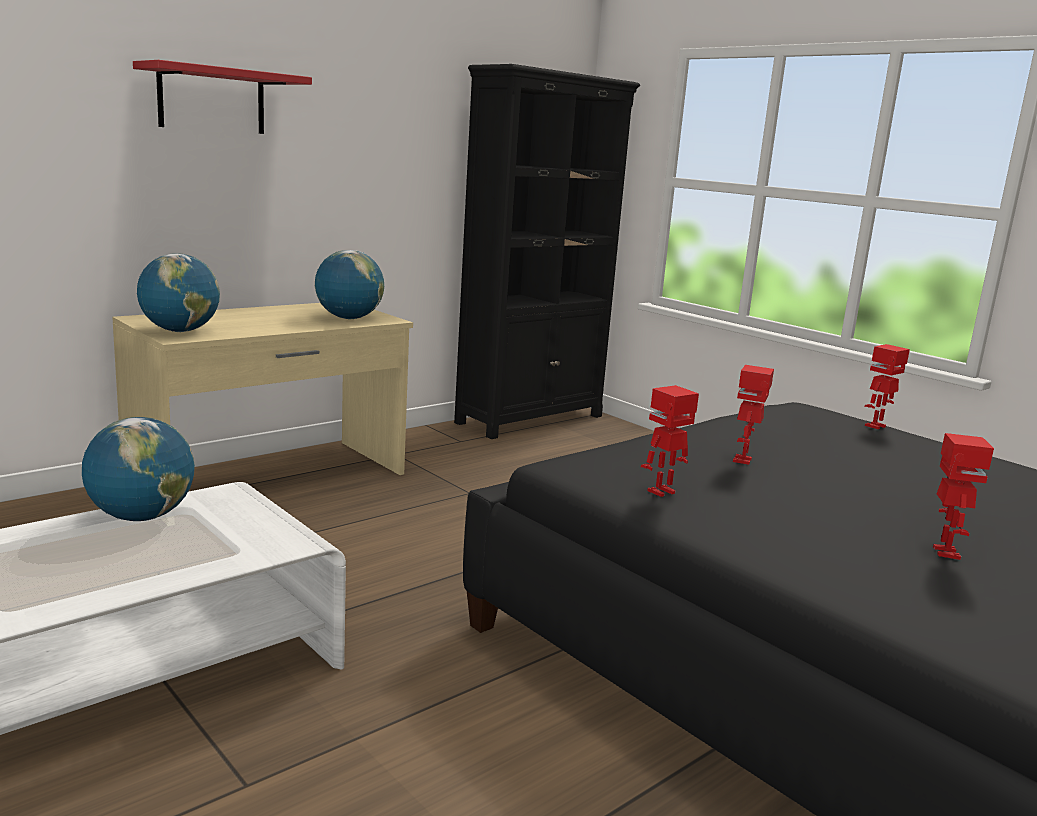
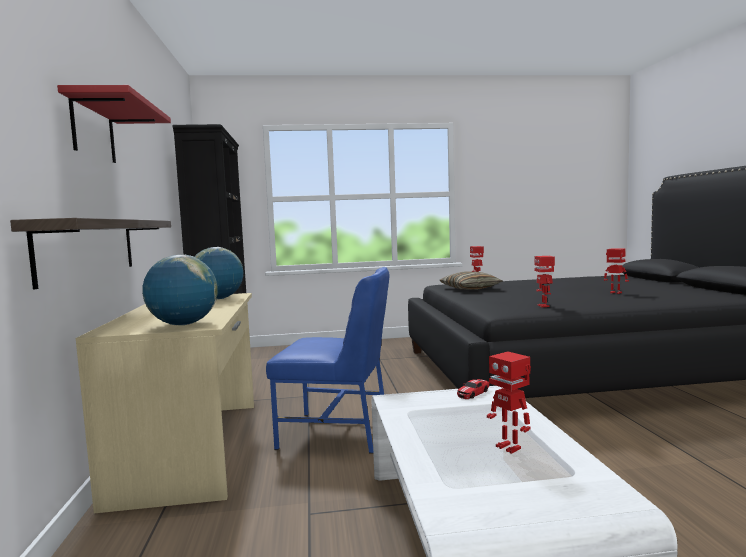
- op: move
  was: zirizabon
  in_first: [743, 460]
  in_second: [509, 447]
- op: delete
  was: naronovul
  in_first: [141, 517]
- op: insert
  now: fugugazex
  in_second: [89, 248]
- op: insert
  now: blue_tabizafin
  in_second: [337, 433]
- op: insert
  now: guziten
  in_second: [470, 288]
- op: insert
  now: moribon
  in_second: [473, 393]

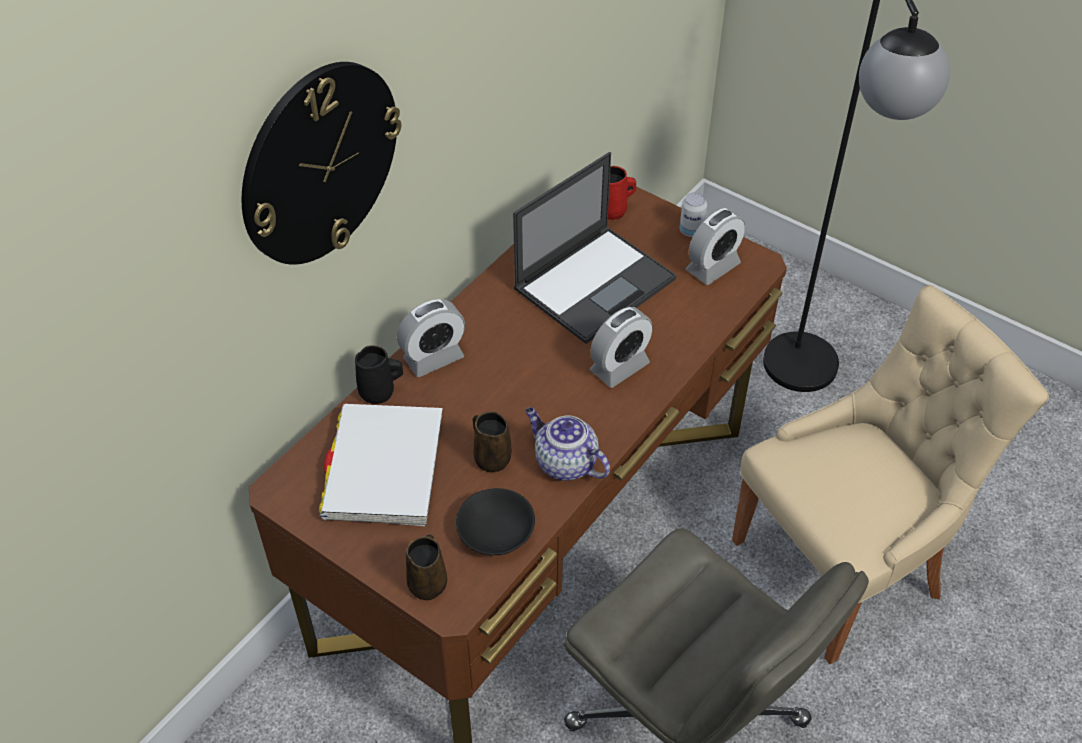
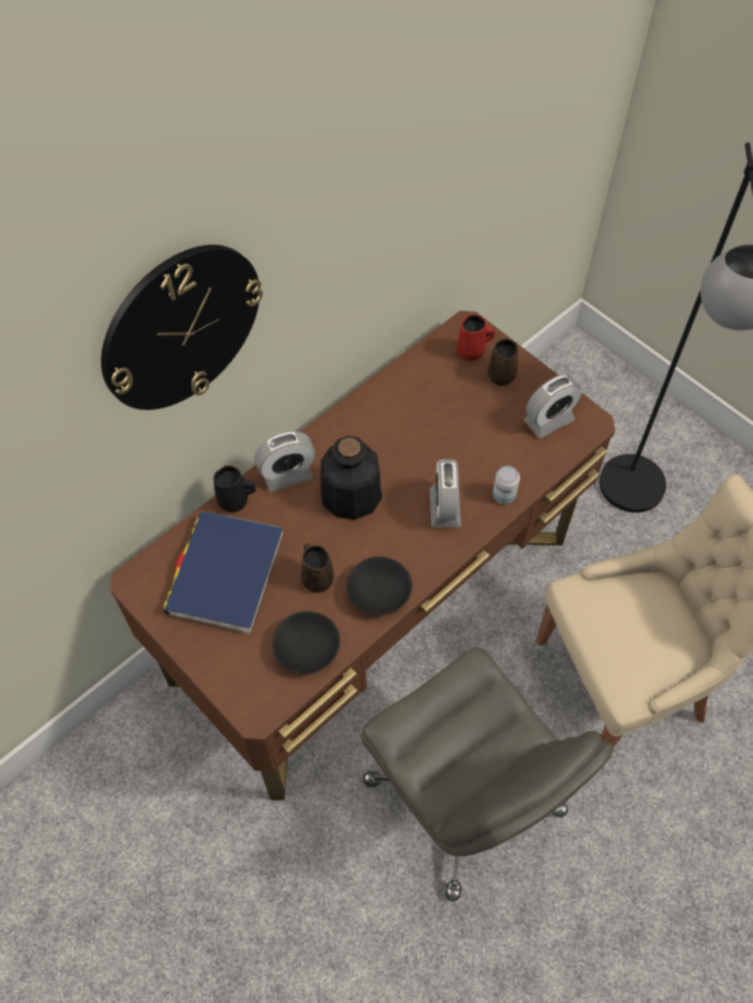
- op: delete
  was: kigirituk
  in_first: [595, 283]
- op: move
  was: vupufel
  in_first: [691, 231]
  in_second: [504, 495]
- op: rotate
  was: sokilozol
  in_first: [619, 367]
  in_second: [445, 508]
  clockwise: 120
- op: recolor
  was: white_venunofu
  now: blue_venunofu
  in_first: [384, 468]
  in_second: [225, 574]
- op: replace
  was: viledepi
  now: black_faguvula
  in_first: [564, 463]
  in_second: [378, 593]
- op: move
  was: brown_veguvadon
  in_first: [428, 583]
  in_second: [501, 374]
- op: insert
  now: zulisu
  in_second: [350, 494]

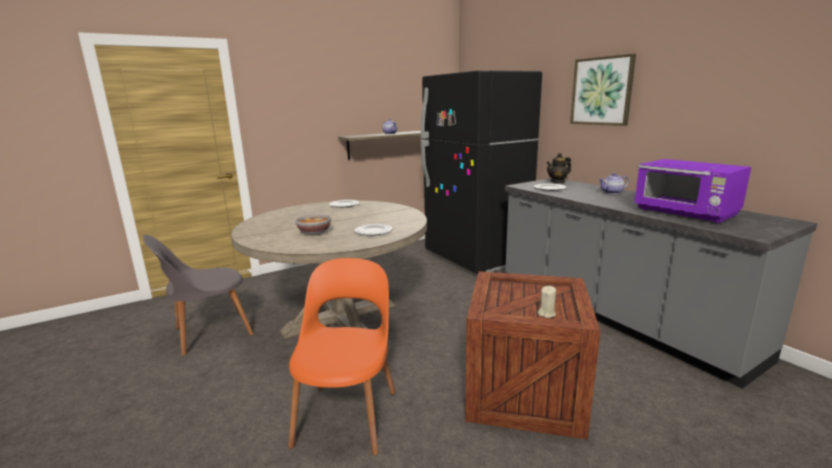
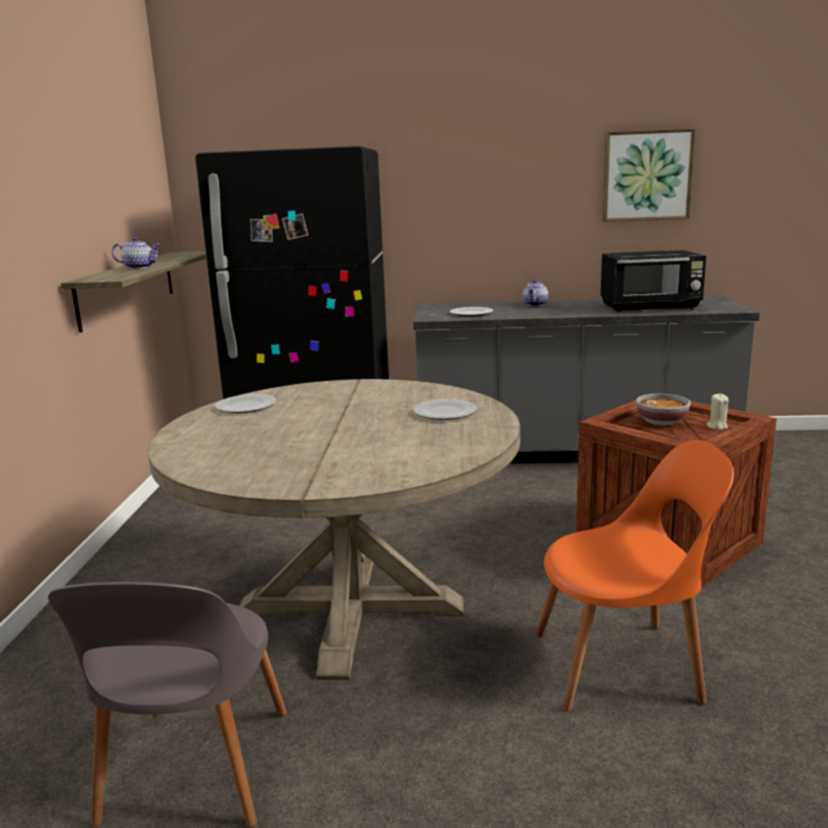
- op: move
  was: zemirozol
  in_first: [602, 91]
  in_second: [647, 176]
- op: delete
  was: viledepi
  in_first: [557, 181]
- op: recolor
  was: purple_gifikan
  now: black_gifikan
  in_first: [685, 213]
  in_second: [651, 307]
- op: move
  was: faguvula
  in_first: [314, 233]
  in_second: [662, 422]
- op: rotate
  was: orange_tabizafin
  in_first: [348, 414]
  in_second: [623, 665]
  clockwise: 135

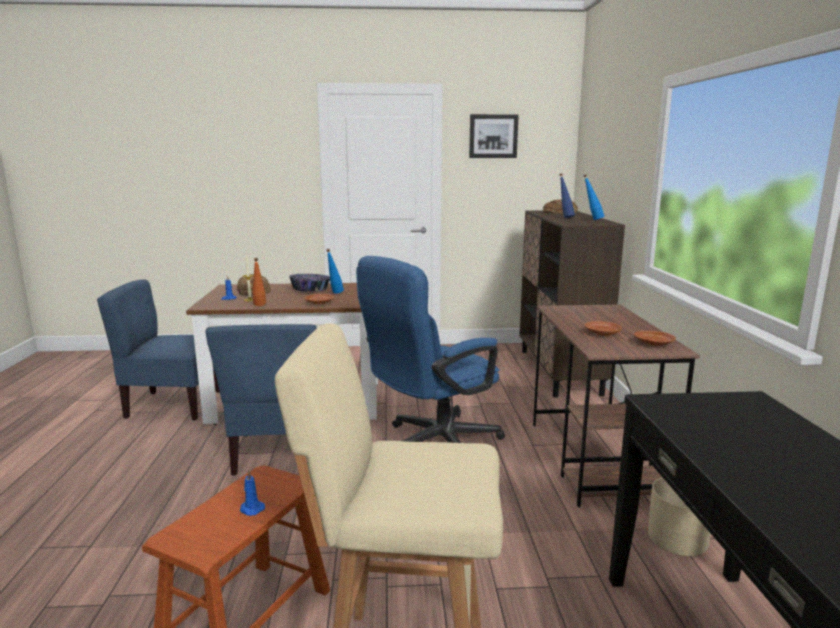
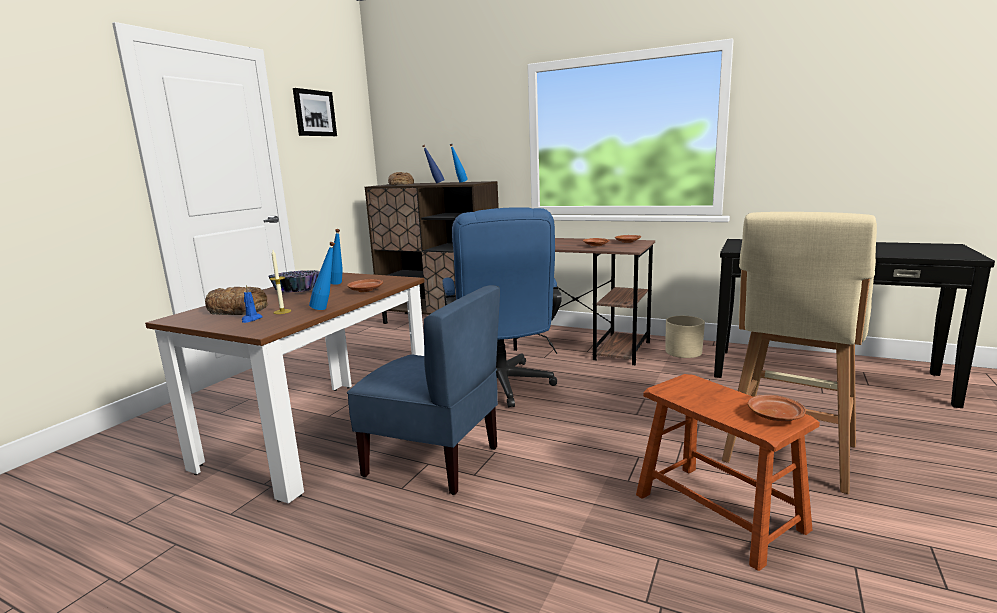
- op: recolor
  was: orange_zulisu
  now: blue_zulisu
  in_first: [259, 306]
  in_second: [327, 309]
- op: delete
  was: blue_tabizafin
  in_first: [173, 405]
- op: delete
  was: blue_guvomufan
  in_first: [251, 509]
- op: insert
  now: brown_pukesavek
  in_second: [774, 416]

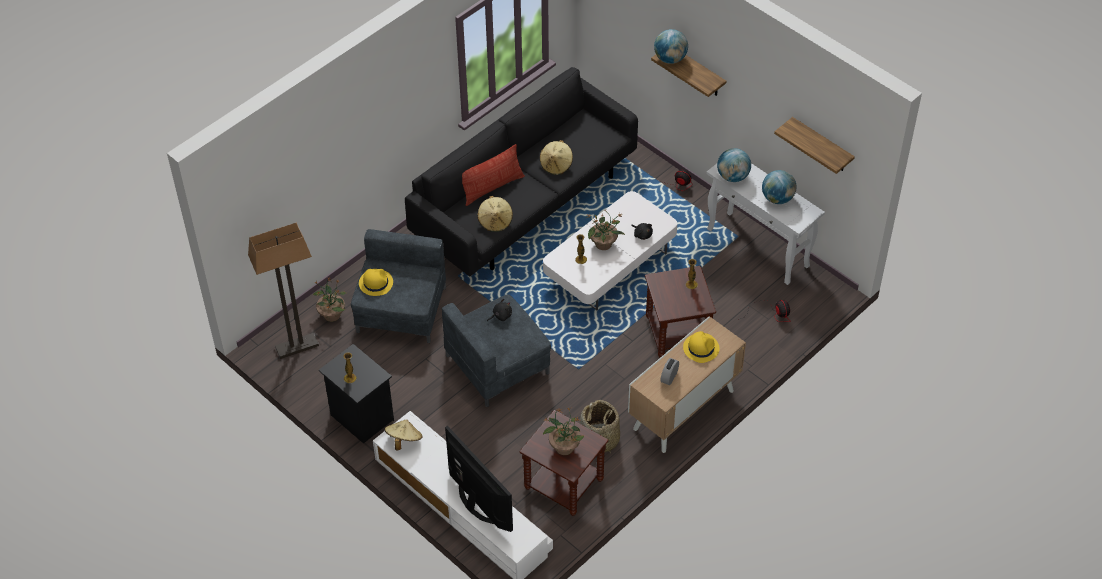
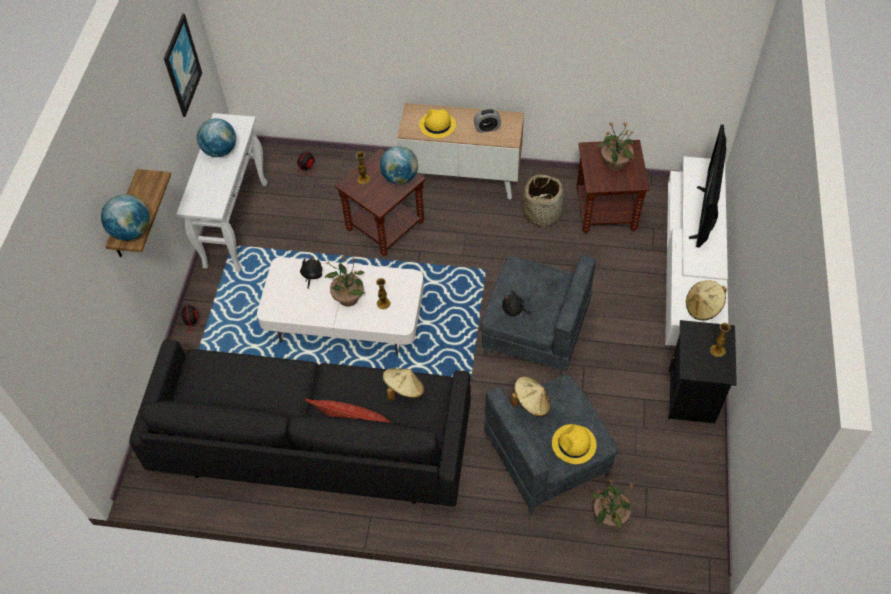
- op: replace
  was: fugugazex
  now: zemirozol
  in_first: [821, 146]
  in_second: [181, 65]
- op: move
  was: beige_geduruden
  in_first: [556, 165]
  in_second: [531, 403]
- op: move
  was: naronovul
  in_first: [732, 176]
  in_second: [400, 178]
- op: delete
  was: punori
  in_first: [297, 347]

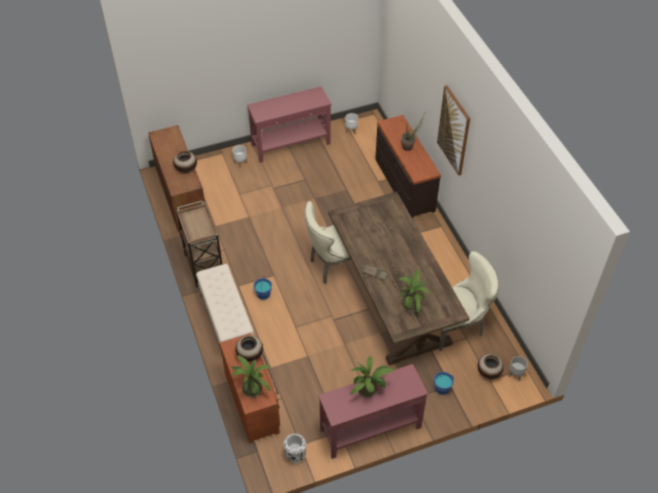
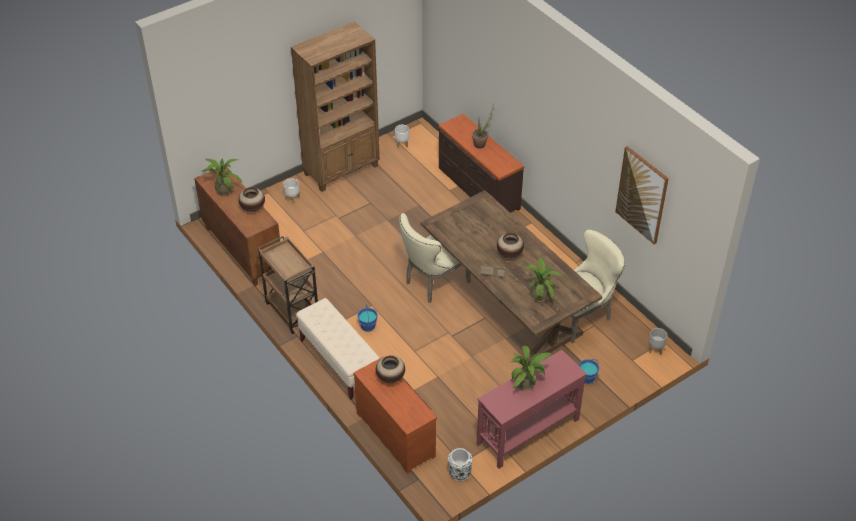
- op: move
  was: zemirozol
  in_first: [454, 130]
  in_second: [642, 195]
- op: replace
  was: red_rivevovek
  now: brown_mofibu
  in_first: [291, 144]
  in_second: [342, 170]
- op: move
  was: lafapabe
  in_first: [488, 372]
  in_second: [509, 254]
- op: move
  was: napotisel
  in_first: [252, 387]
  in_second: [223, 189]

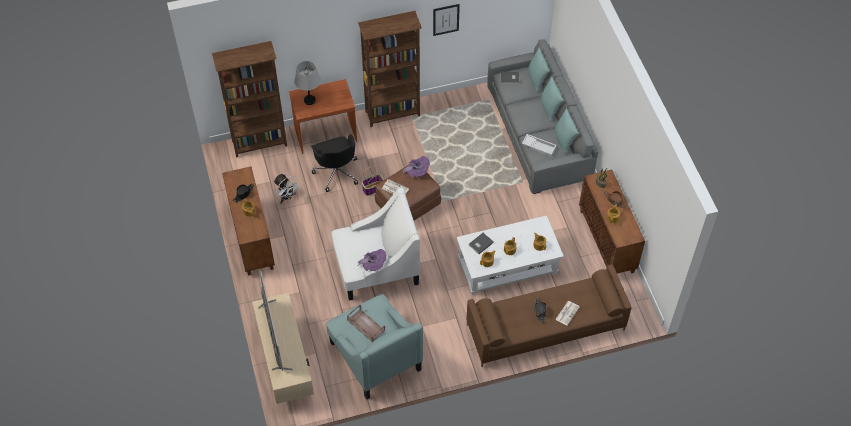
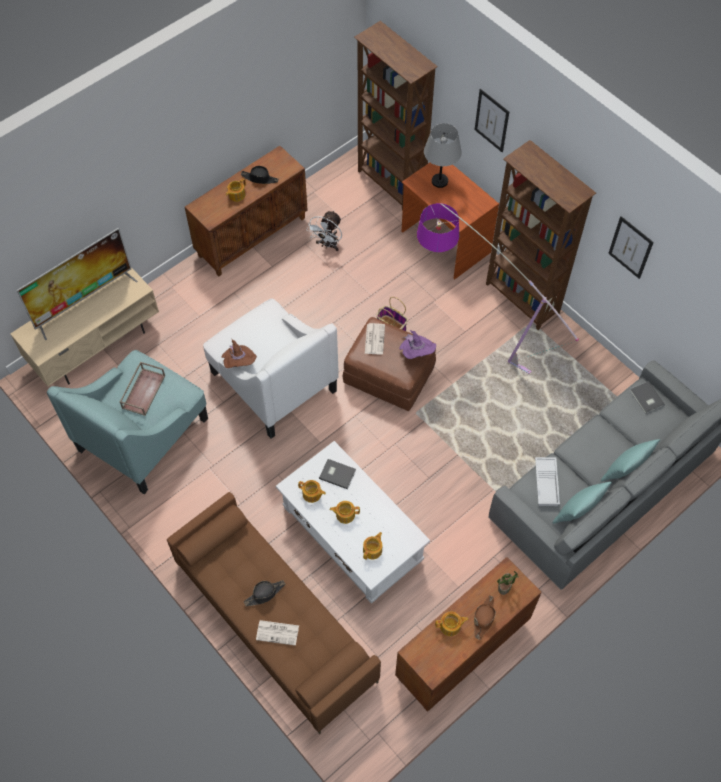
- op: delete
  was: turquoise_guziten
  in_first: [536, 79]
- op: delete
  was: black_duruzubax
  in_first: [336, 172]
- op: recolor
  was: purple_geduruden
  now: brown_geduruden
  in_first: [374, 265]
  in_second: [239, 363]
- op: insert
  now: zemirozol
  in_second: [491, 120]
- op: insert
  now: punori
  in_second: [470, 340]

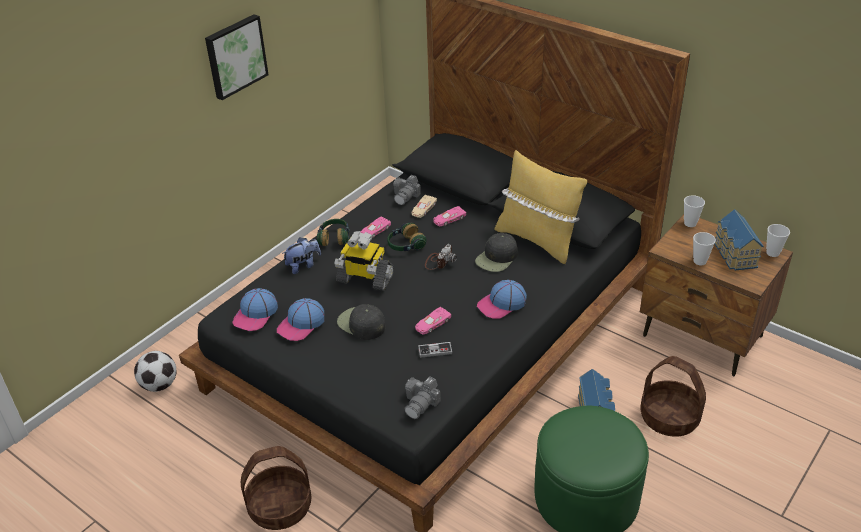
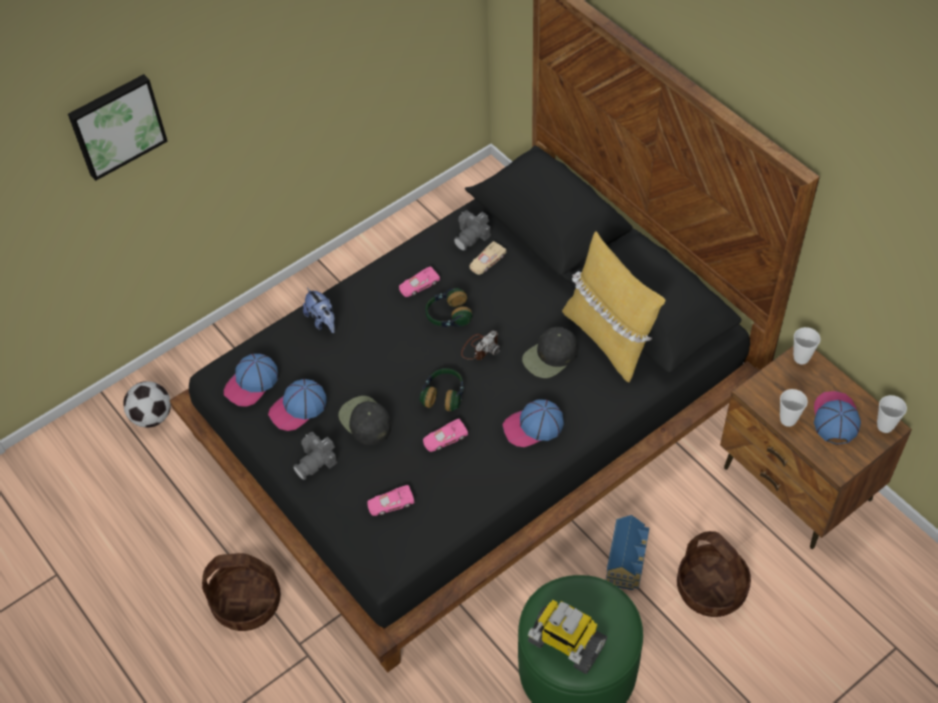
- op: move
  was: zemirozol
  in_first: [235, 56]
  in_second: [116, 125]
- op: move
  was: pink_moribon
  in_first: [449, 219]
  in_second: [390, 503]
- op: replace
  was: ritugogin
  now: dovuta
  in_first: [734, 254]
  in_second: [835, 418]
- op: move
  was: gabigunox
  in_first: [334, 238]
  in_second: [444, 395]
- op: move
  was: zirizabon
  in_first: [364, 279]
  in_second: [566, 644]
- op: rotate
  was: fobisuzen
  in_first: [303, 265]
  in_second: [322, 321]
  clockwise: 75
- op: delete
  was: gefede
  in_first: [435, 350]
- op: move
  was: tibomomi
  in_first: [421, 403]
  in_second: [316, 461]

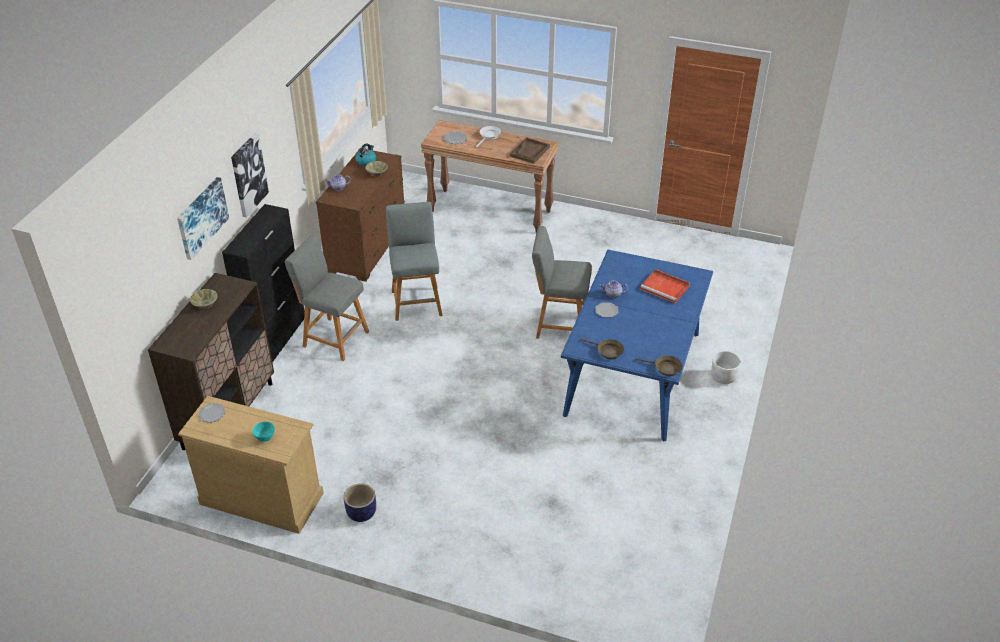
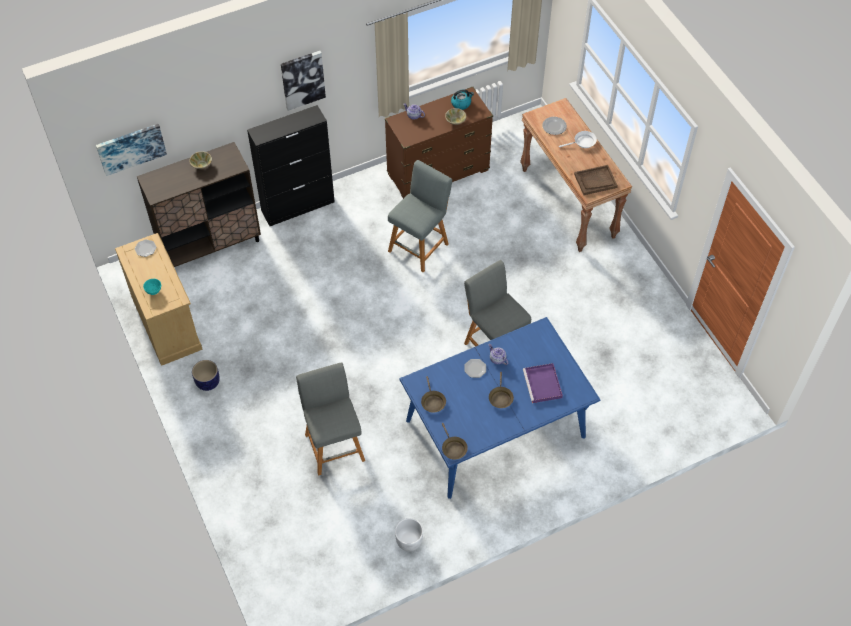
- op: move
  was: zemirozol
  in_first: [201, 217]
  in_second: [131, 148]
- op: move
  was: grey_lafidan
  in_first: [333, 338]
  in_second: [334, 444]
- op: recolor
  was: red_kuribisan
  now: purple_kuribisan
  in_first: [666, 288]
  in_second: [543, 385]
- op: move
  was: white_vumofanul
  in_first: [723, 377]
  in_second: [409, 541]
- op: insert
  now: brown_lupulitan
  in_second: [500, 397]

